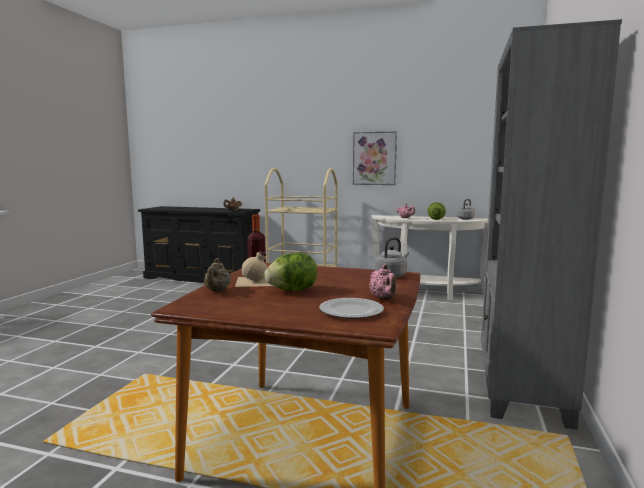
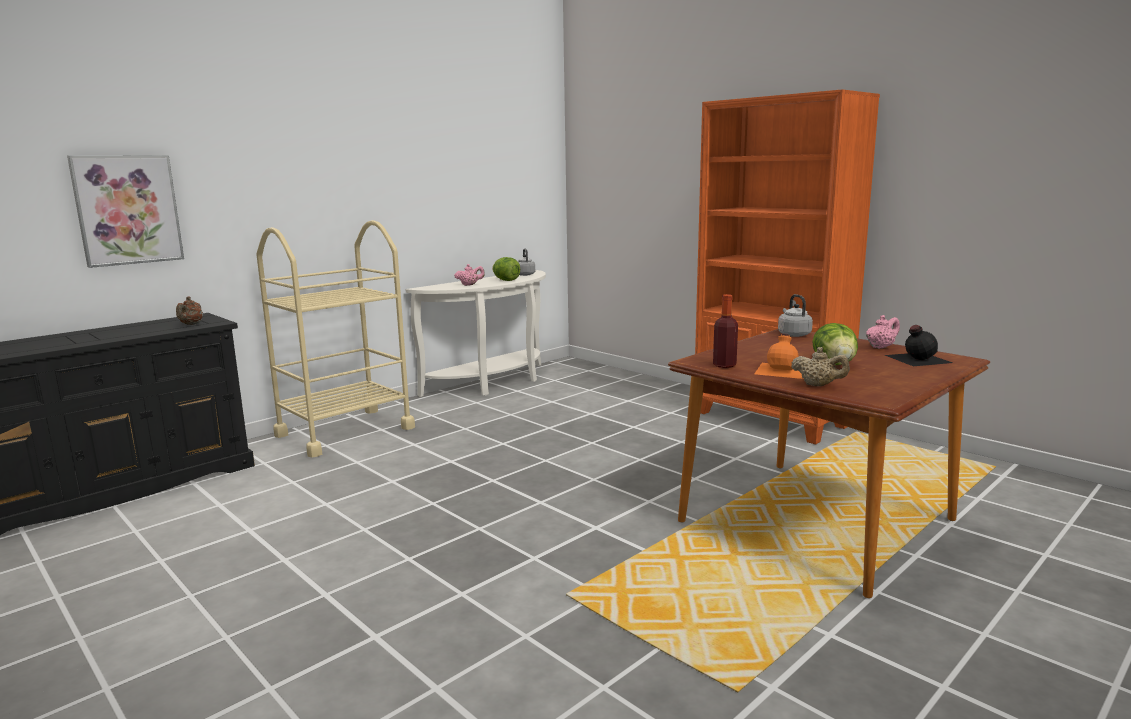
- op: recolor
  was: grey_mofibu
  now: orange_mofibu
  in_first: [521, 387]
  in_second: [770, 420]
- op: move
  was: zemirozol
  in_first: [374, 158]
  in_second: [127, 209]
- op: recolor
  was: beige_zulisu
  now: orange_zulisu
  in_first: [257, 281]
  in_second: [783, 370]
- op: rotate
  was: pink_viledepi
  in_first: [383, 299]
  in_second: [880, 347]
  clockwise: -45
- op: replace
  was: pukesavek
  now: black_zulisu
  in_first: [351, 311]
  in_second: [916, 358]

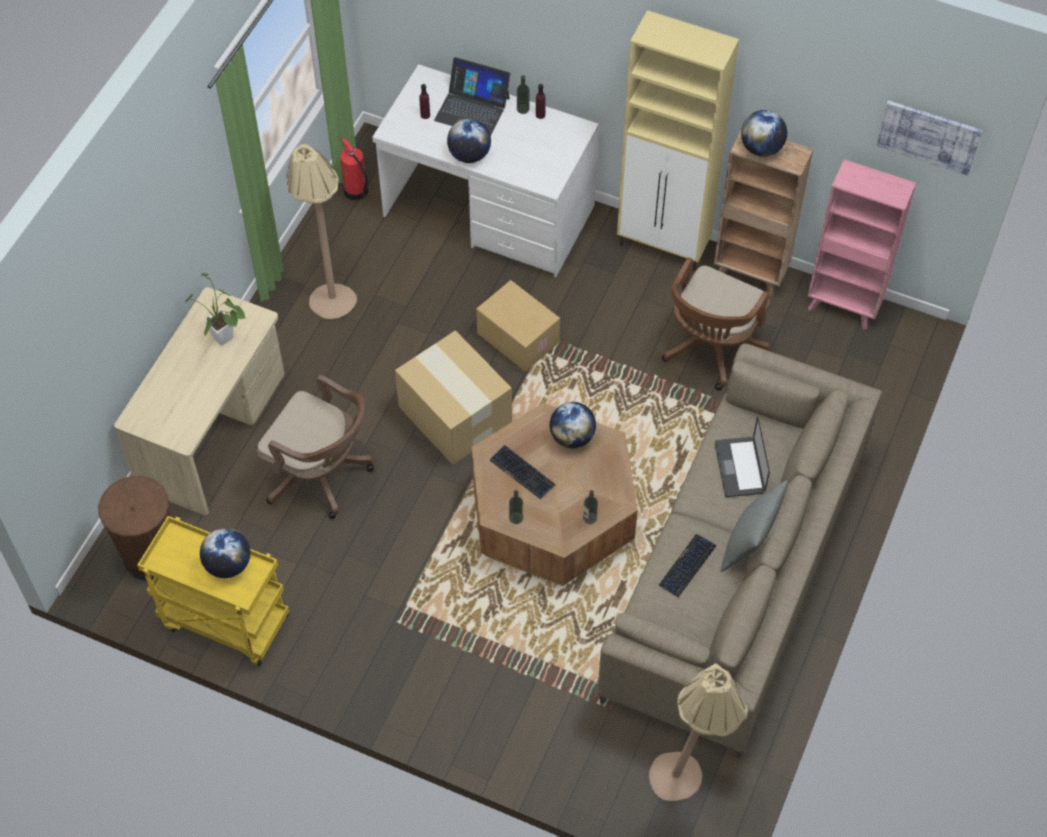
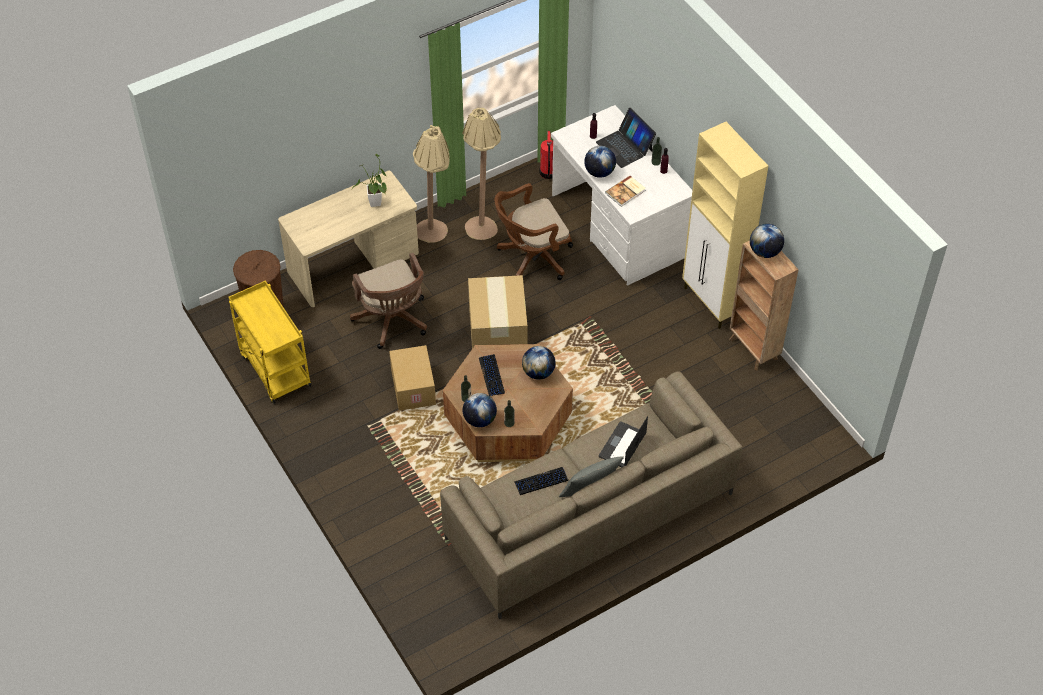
- op: delete
  was: zemirozol
  in_first: [929, 136]
- op: delete
  was: pink_mofibu
  in_first: [844, 306]
- op: move
  was: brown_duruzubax
  in_first: [710, 350]
  in_second: [531, 258]
- op: move
  was: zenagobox
  in_first: [516, 338]
  in_second: [412, 387]
- op: move
  was: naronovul
  in_first: [228, 564]
  in_second: [480, 420]
- op: move
  was: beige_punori
  in_first: [687, 782]
  in_second: [434, 236]
- op: insert
  now: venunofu
  in_second: [626, 192]

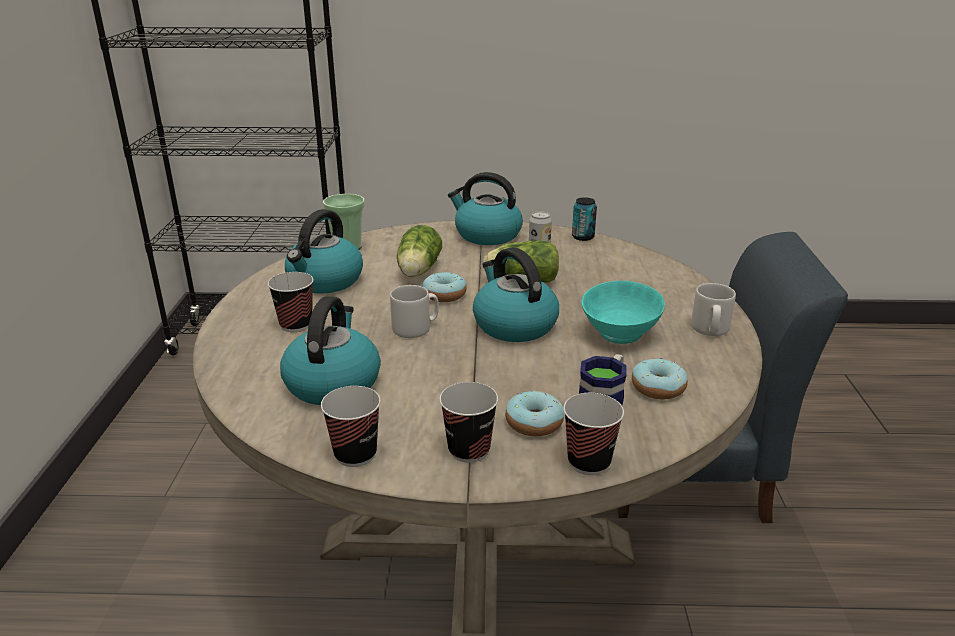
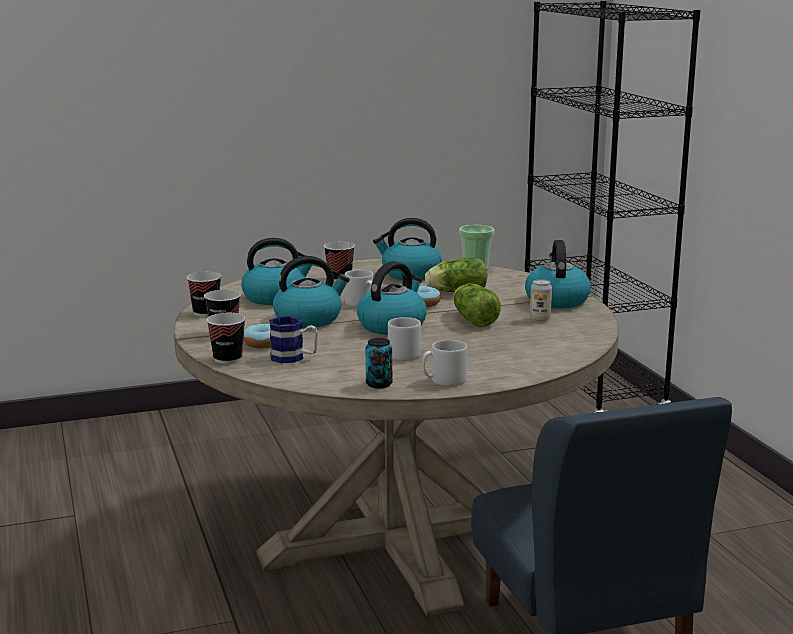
- op: move
  was: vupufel
  in_first: [583, 237]
  in_second: [379, 384]
- op: replace
  was: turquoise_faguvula
  now: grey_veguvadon
  in_first: [618, 335]
  in_second: [405, 354]
- op: delete
  was: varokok
  in_first: [658, 388]
- op: insert
  now: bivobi
  in_second: [309, 319]

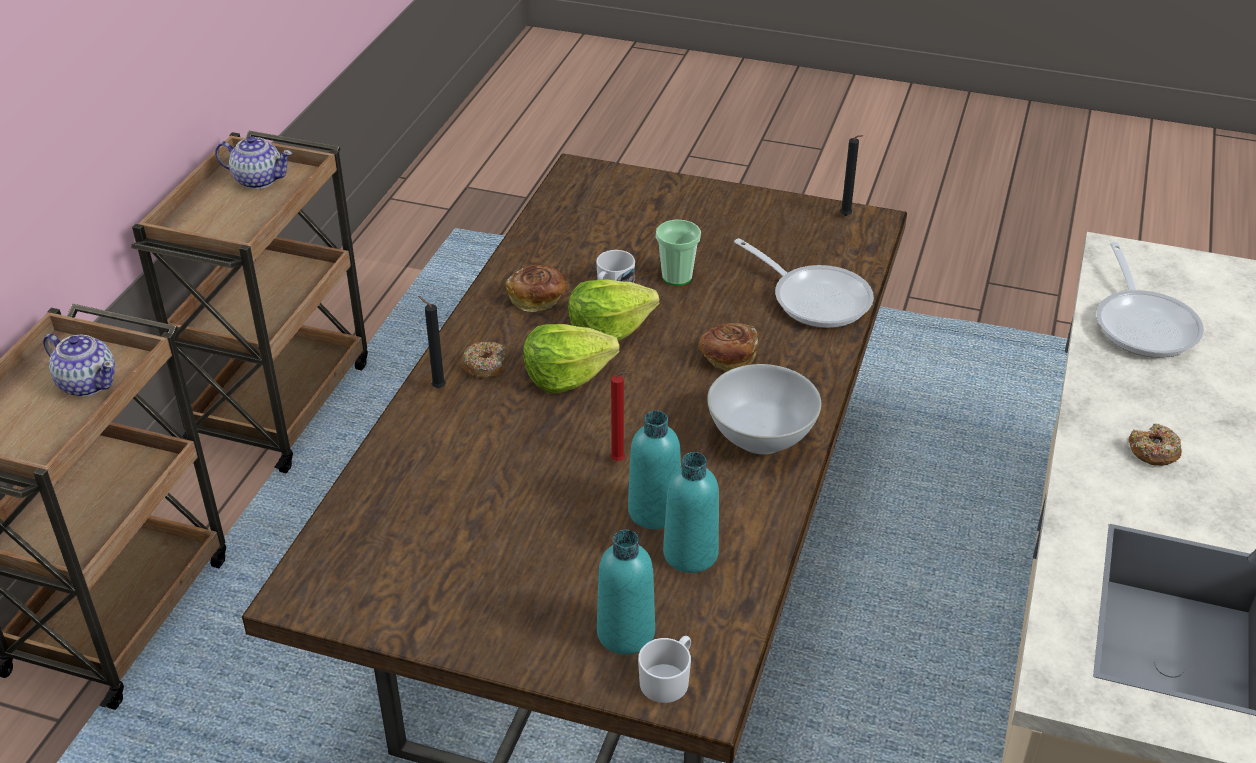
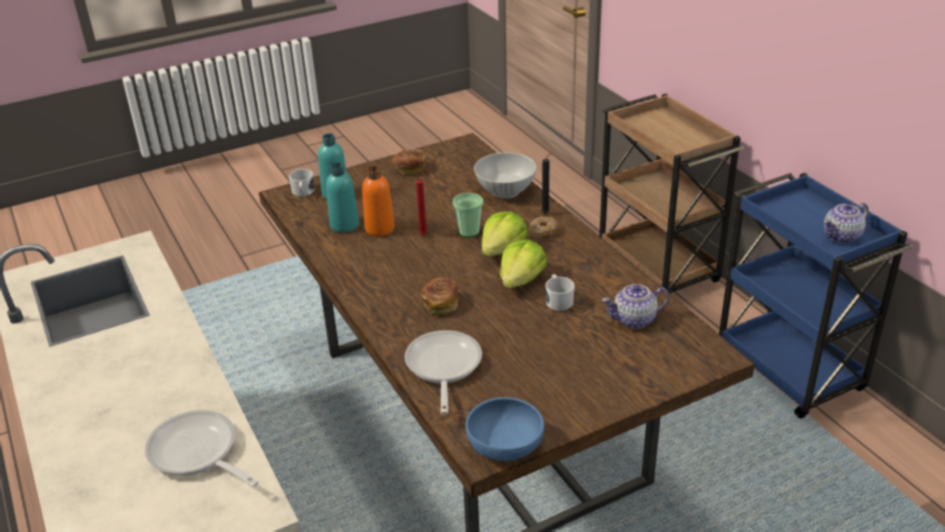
- op: recolor
  was: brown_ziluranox
  now: blue_ziluranox
  in_first: [281, 402]
  in_second: [789, 371]
- op: replace
  was: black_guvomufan
  now: blue_faguvula
  in_first: [847, 216]
  in_second: [504, 445]
- op: move
  was: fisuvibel
  in_first: [677, 277]
  in_second: [469, 231]
- op: rotate
  was: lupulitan
  in_first: [815, 298]
  in_second: [443, 367]
  clockwise: 90
- op: move
  was: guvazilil
  in_first: [538, 299]
  in_second: [410, 169]
- op: move
  was: viledepi
  in_first: [87, 383]
  in_second: [635, 320]
- op: move
  was: white_faguvula
  in_first: [760, 437]
  in_second: [505, 191]
- op: recolor
  was: turquoise_zulisu
  now: orange_zulisu
  in_first: [654, 511]
  in_second: [379, 229]
- op: delete
  was: varokok
  in_first: [1153, 451]

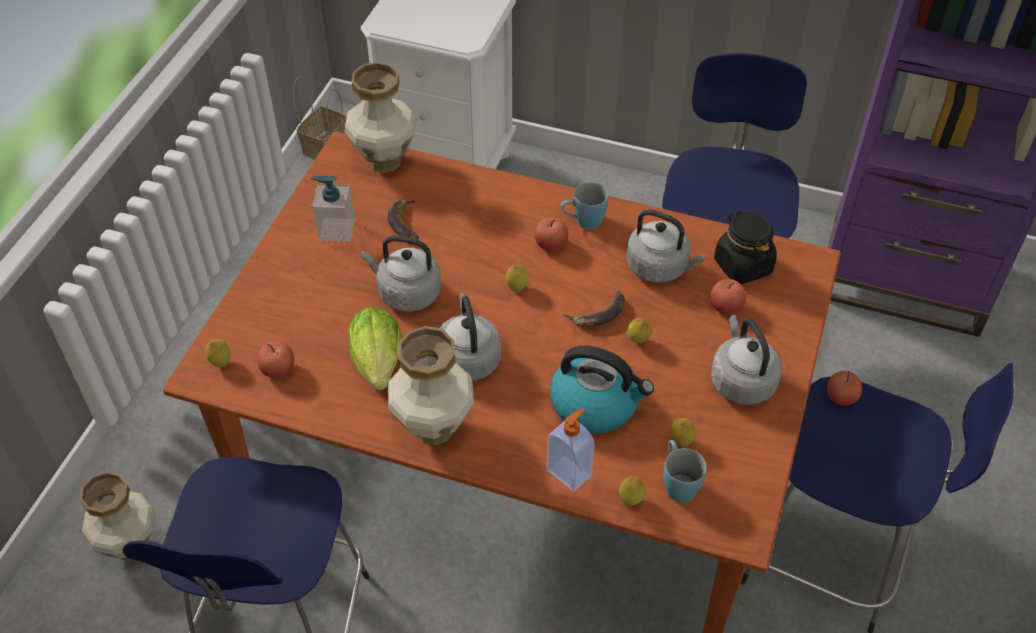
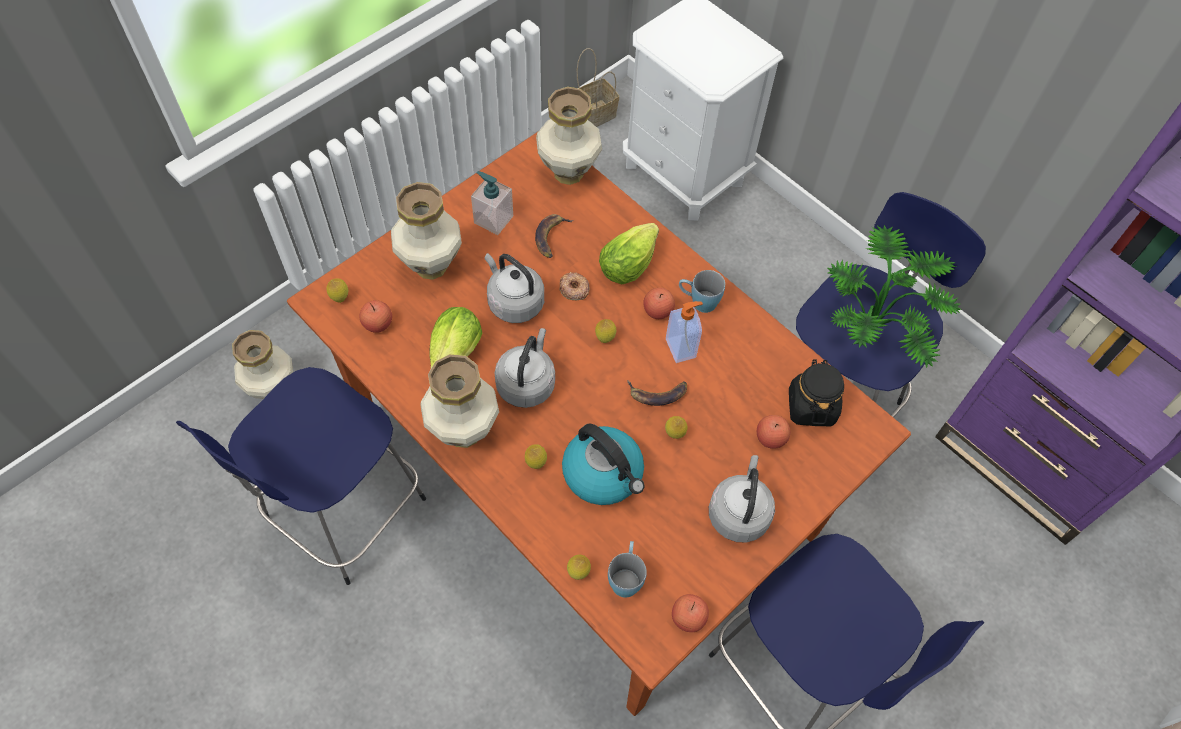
- op: delete
  was: grey_bivobi
  in_first: [660, 268]
- op: move
  was: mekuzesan
  in_first: [841, 397]
  in_second: [688, 618]
- op: move
  was: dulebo
  in_first: [570, 472]
  in_second: [681, 348]
- op: move
  was: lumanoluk
  in_first: [681, 442]
  in_second: [536, 463]
- op: insert
  now: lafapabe
  in_second: [432, 266]
- op: insert
  now: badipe
  in_second: [630, 263]
- op: insert
  now: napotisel
  in_second: [878, 326]
- op: insert
  now: varokok
  in_second: [574, 289]

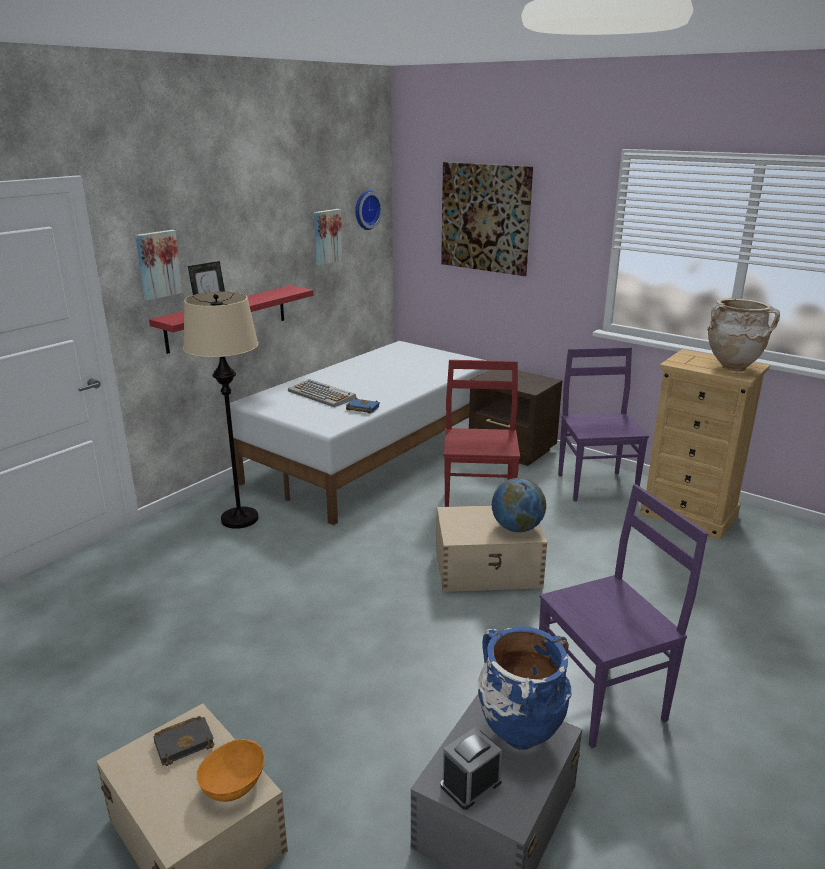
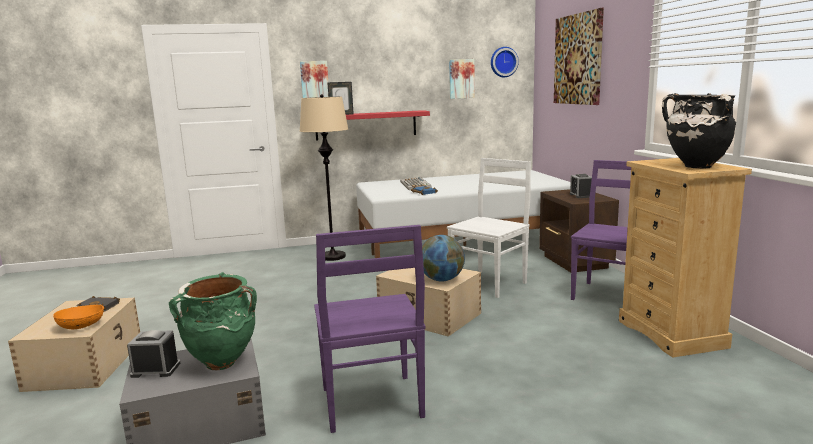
- op: recolor
  was: beige_lafapabe
  now: black_lafapabe
  in_first: [731, 368]
  in_second: [695, 167]
- op: recolor
  was: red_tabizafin
  now: white_tabizafin
  in_first: [478, 504]
  in_second: [489, 283]
- op: rotate
  was: purple_tabizafin
  in_first: [603, 698]
  in_second: [372, 404]
  clockwise: 60
- op: recolor
  was: blue_lafapabe
  now: green_lafapabe
  in_first: [519, 734]
  in_second: [223, 362]
- op: insert
  now: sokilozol
  in_second: [581, 195]

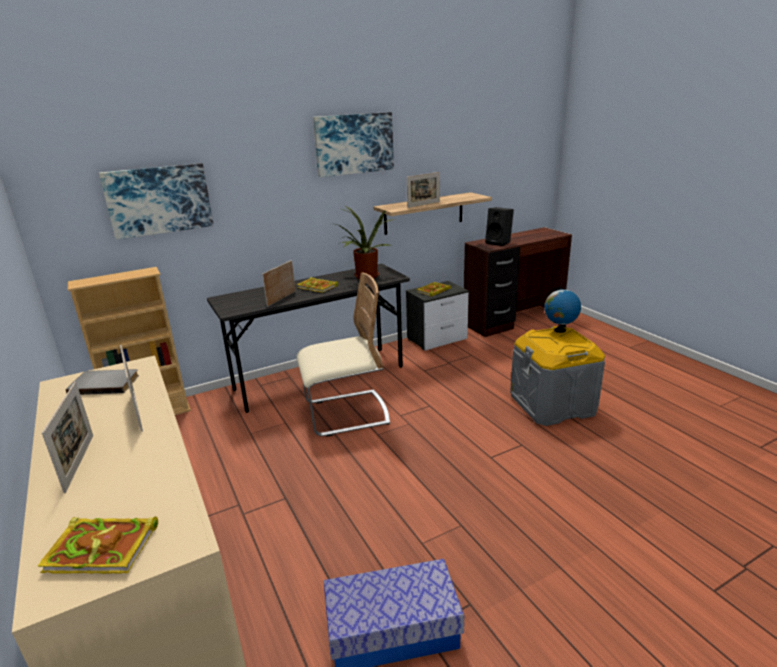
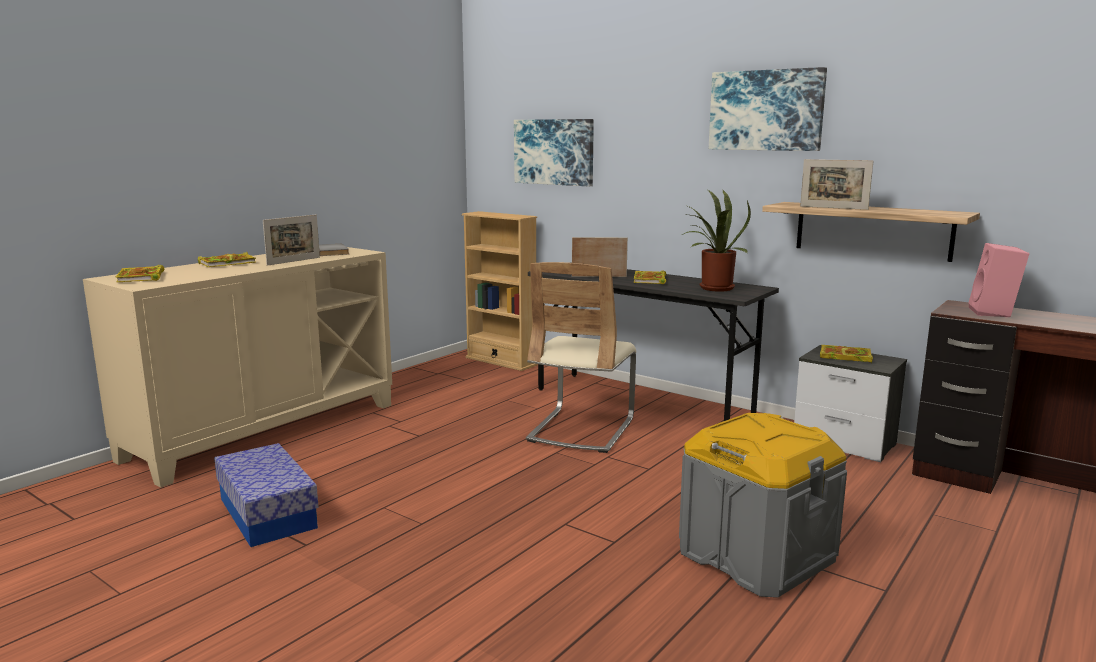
- op: recolor
  was: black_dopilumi
  now: pink_dopilumi
  in_first: [499, 242]
  in_second: [994, 313]
- op: rotate
  was: beige_tabizafin
  in_first: [346, 414]
  in_second: [581, 430]
  clockwise: 60
- op: delete
  was: naronovul
  in_first: [559, 330]
- op: replace
  was: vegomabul
  now: venunofu
  in_first: [79, 462]
  in_second: [228, 263]

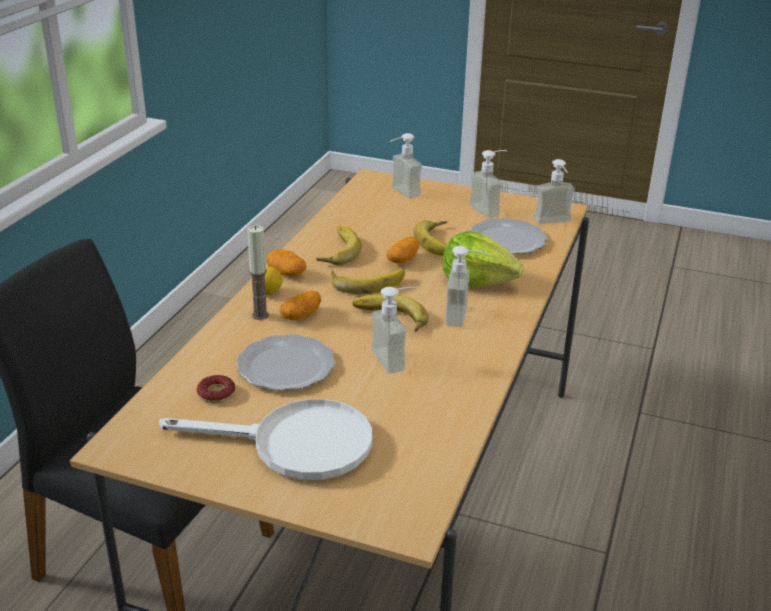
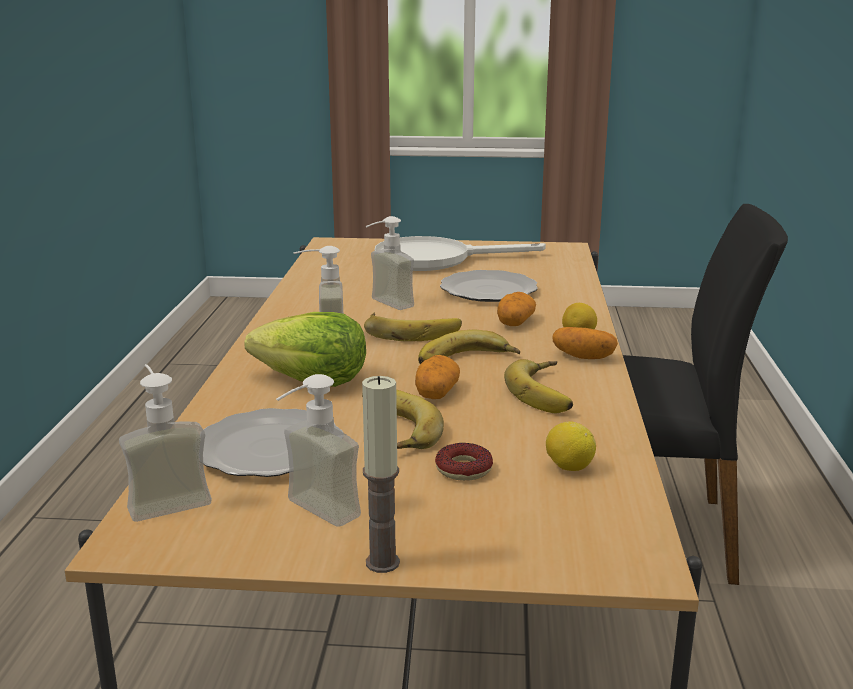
- op: delete
  was: dulebo
  in_first: [400, 193]
- op: move
  was: guvomufan
  in_first: [260, 315]
  in_second: [382, 563]
- op: move
  was: varokok
  in_first: [216, 393]
  in_second: [463, 469]
- op: insert
  now: lumanoluk
  in_second: [568, 467]

